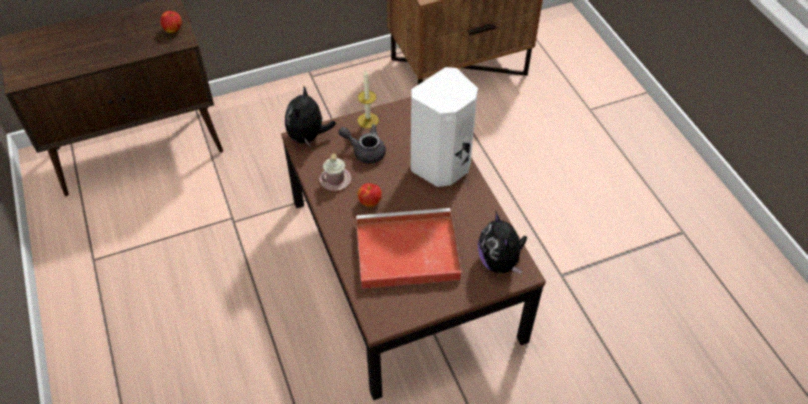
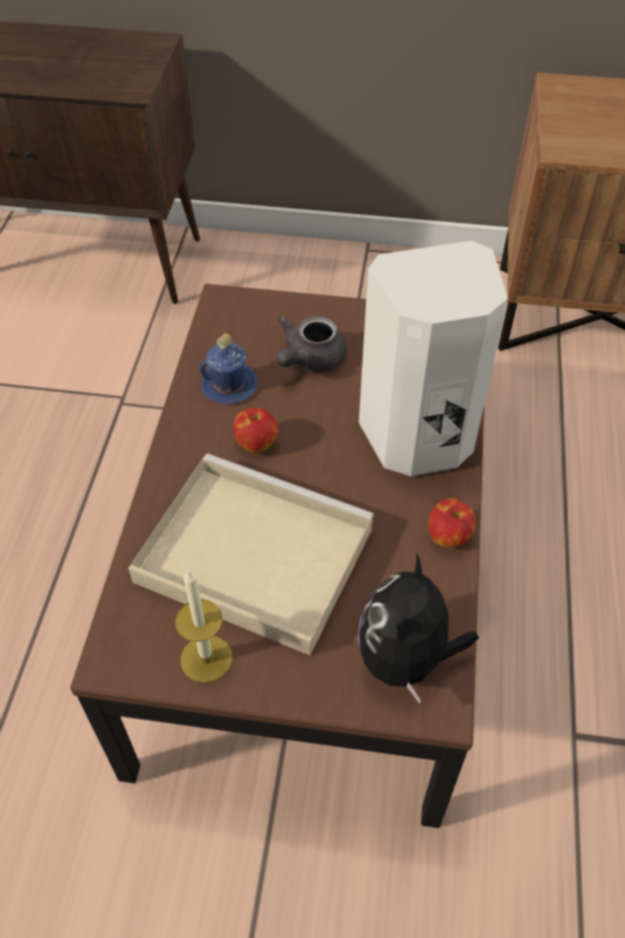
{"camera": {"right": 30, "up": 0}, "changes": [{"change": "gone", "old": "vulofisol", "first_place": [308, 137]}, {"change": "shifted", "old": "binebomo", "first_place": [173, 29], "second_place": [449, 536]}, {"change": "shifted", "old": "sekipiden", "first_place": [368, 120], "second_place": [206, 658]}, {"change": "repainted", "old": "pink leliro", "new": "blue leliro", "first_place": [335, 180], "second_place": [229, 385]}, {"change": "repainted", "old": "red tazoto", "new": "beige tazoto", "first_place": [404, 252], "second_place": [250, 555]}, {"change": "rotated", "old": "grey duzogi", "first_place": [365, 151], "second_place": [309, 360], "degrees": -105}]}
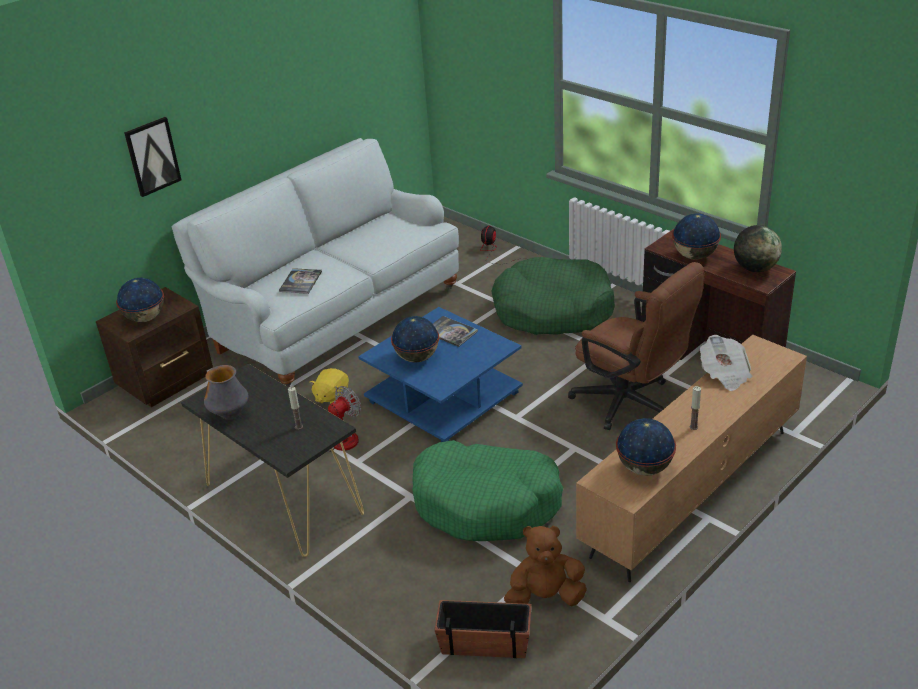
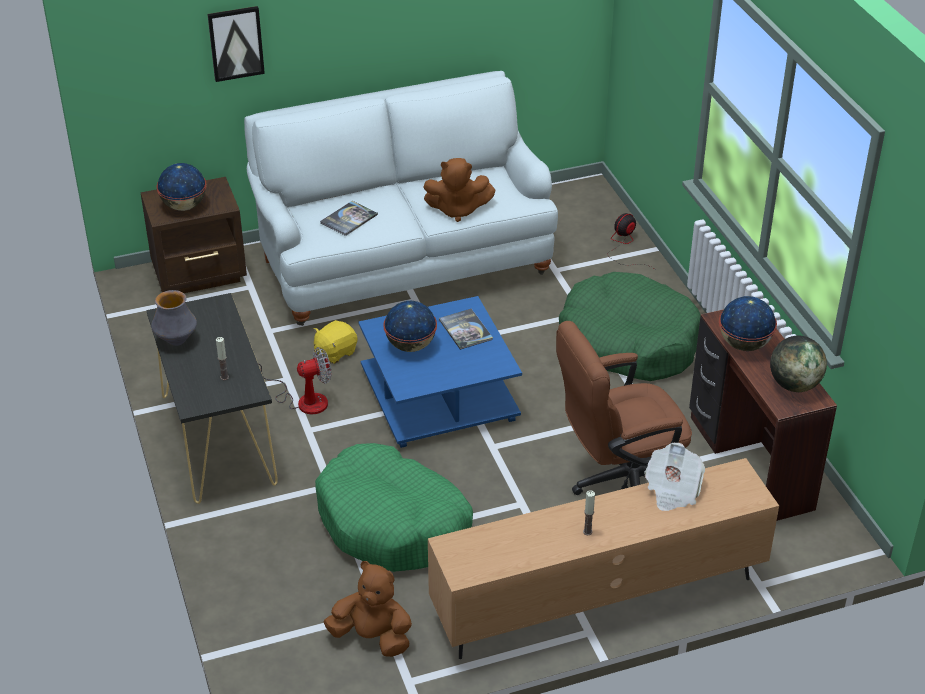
{"camera": {"right": 25, "up": 5}, "changes": [{"change": "gone", "old": "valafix", "first_place": [485, 642]}, {"change": "gone", "old": "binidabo", "first_place": [644, 467]}, {"change": "new", "new": "brown vulofisol", "second_place": [457, 210]}, {"change": "rotated", "old": "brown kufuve", "first_place": [631, 404], "second_place": [619, 481], "degrees": 90}]}
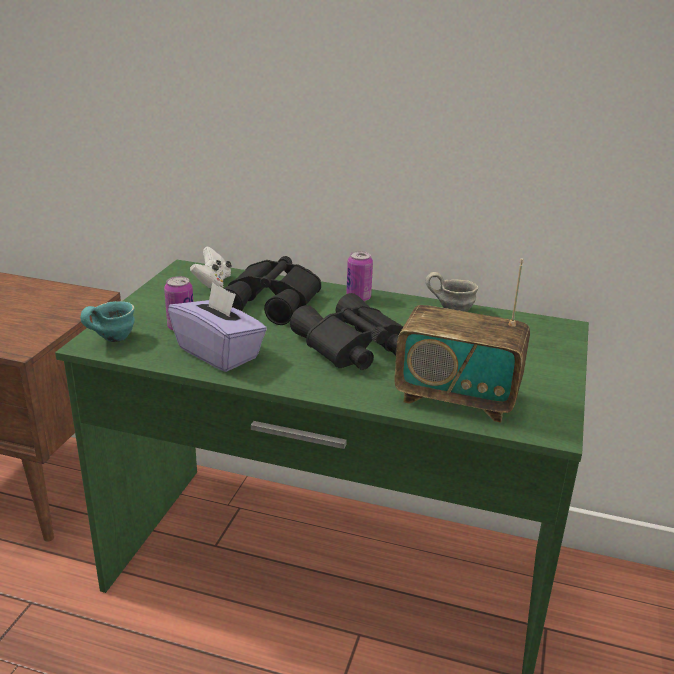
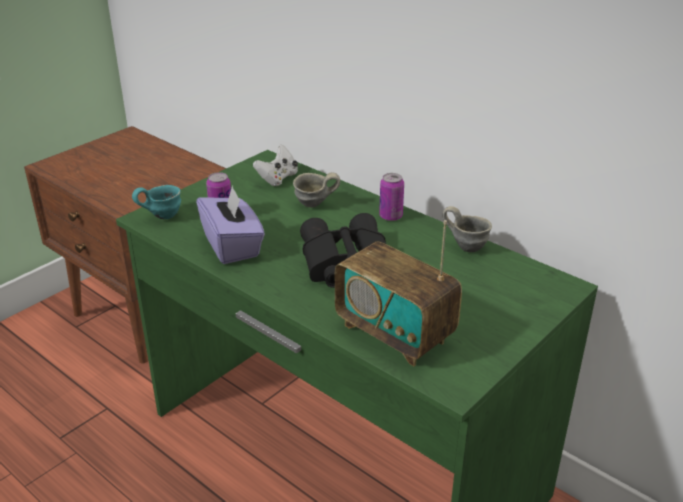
{"camera": {"right": 25, "up": 5}, "changes": [{"change": "swapped", "old": "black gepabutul", "new": "grey leliro", "first_place": [274, 301], "second_place": [314, 206]}]}
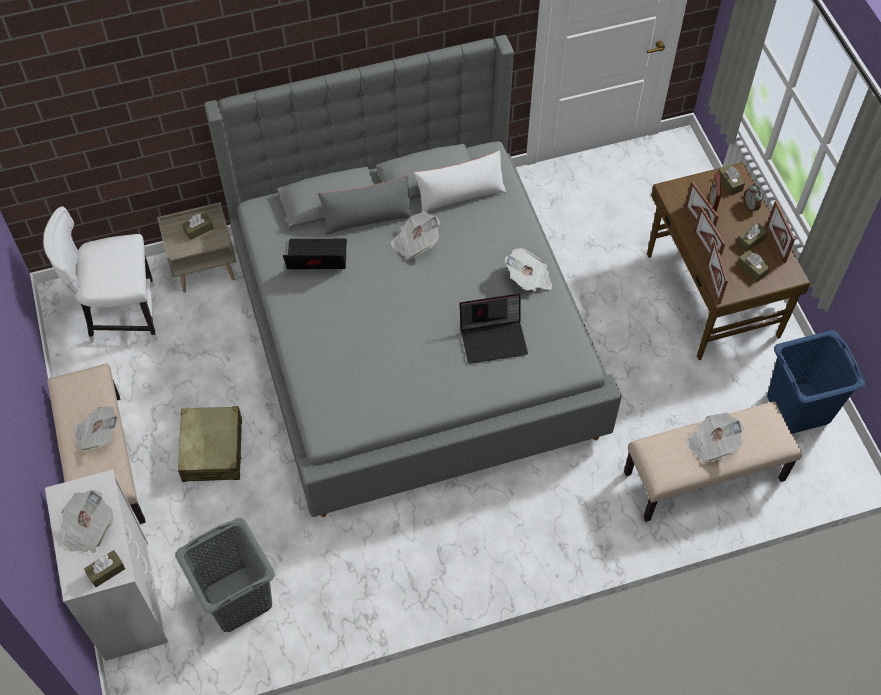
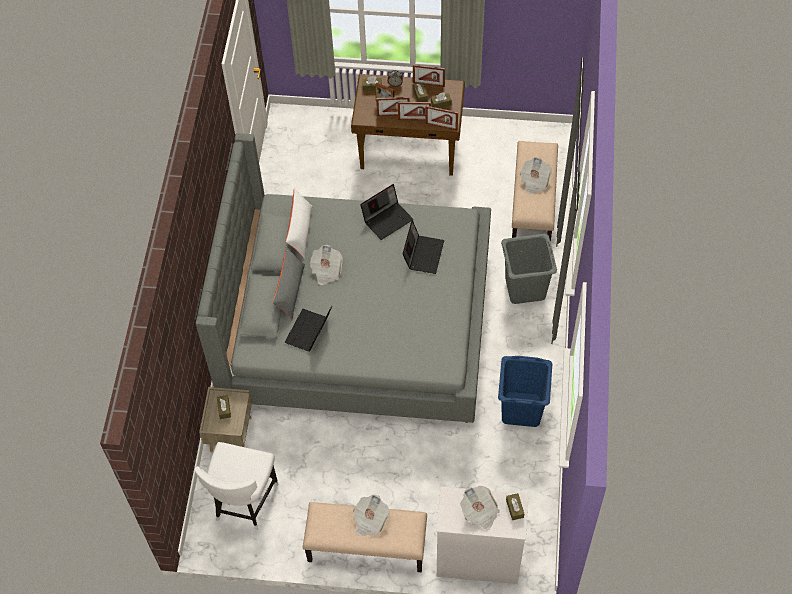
{"camera": {"right": -65, "up": 0}, "changes": [{"change": "gone", "old": "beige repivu", "first_place": [213, 450]}, {"change": "shifted", "old": "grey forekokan", "first_place": [237, 599], "second_place": [525, 288]}, {"change": "shifted", "old": "blue forekokan", "first_place": [799, 408], "second_place": [522, 409]}, {"change": "swapped", "old": "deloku", "new": "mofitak", "first_place": [529, 279], "second_place": [387, 219]}]}
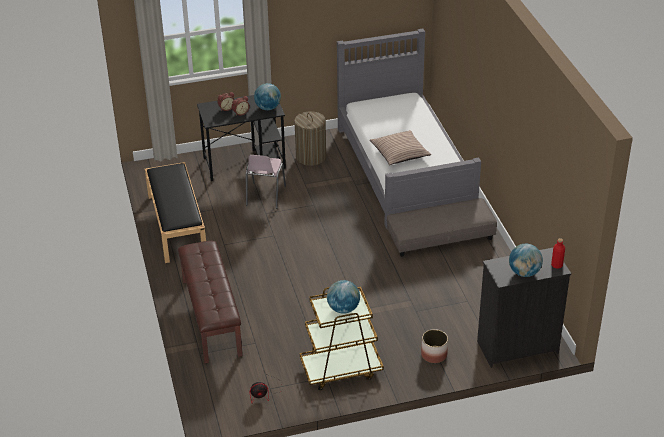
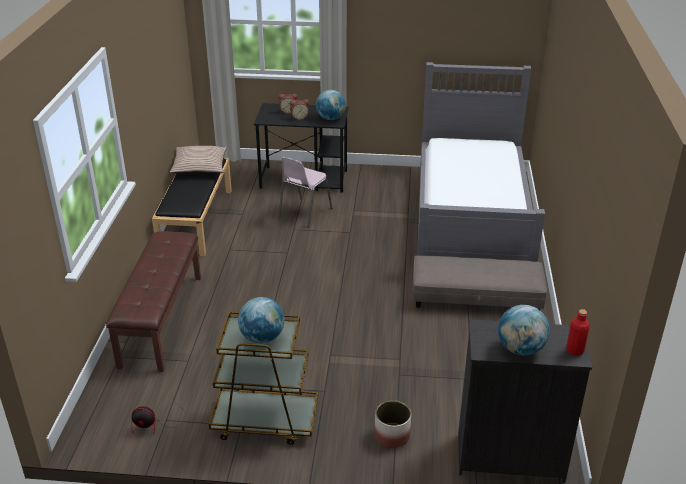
{"camera": {"right": 20, "up": -5}, "changes": [{"change": "gone", "old": "forekokan", "first_place": [311, 157]}, {"change": "shifted", "old": "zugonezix", "first_place": [400, 153], "second_place": [200, 167]}]}
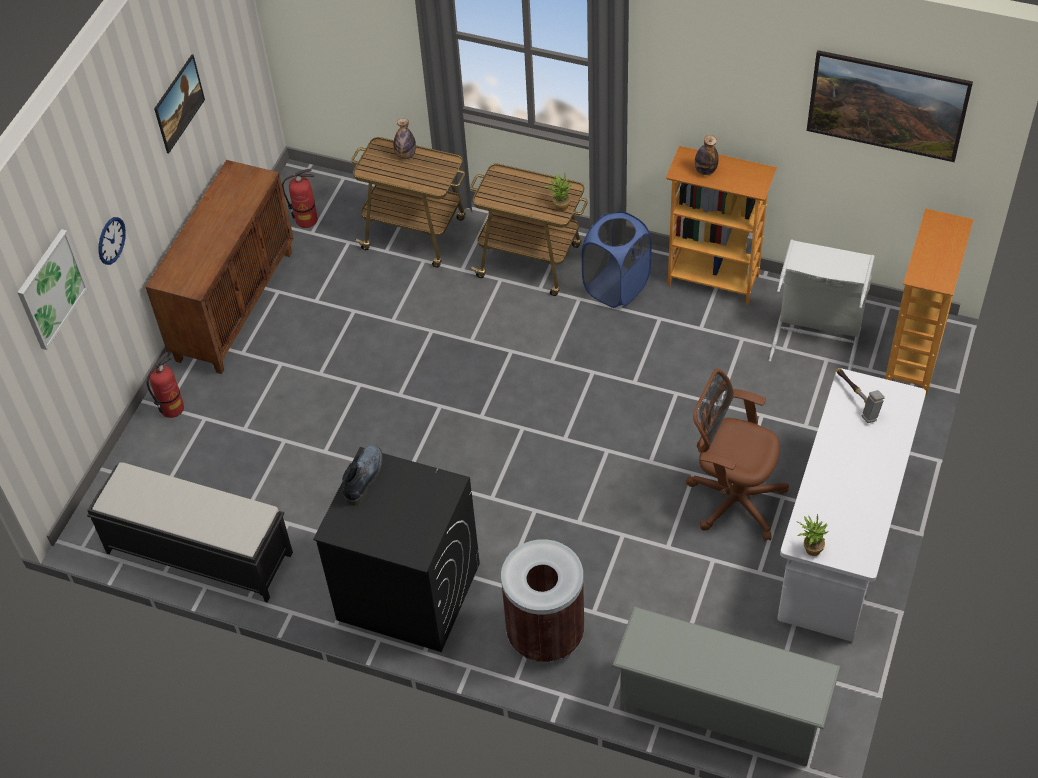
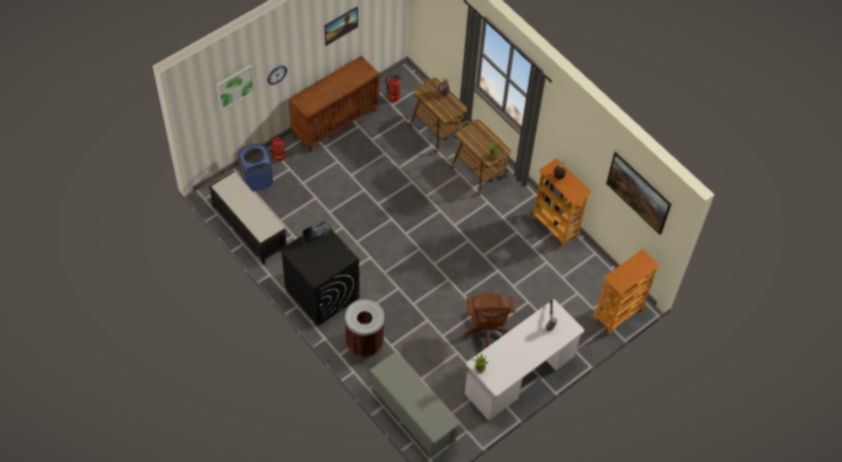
{"camera": {"right": 25, "up": 5}, "changes": [{"change": "gone", "old": "grey forekokan", "first_place": [816, 337]}, {"change": "shifted", "old": "blue forekokan", "first_place": [616, 286], "second_place": [256, 180]}, {"change": "rotated", "old": "brown kufuve", "first_place": [732, 498], "second_place": [486, 331], "degrees": -150}]}
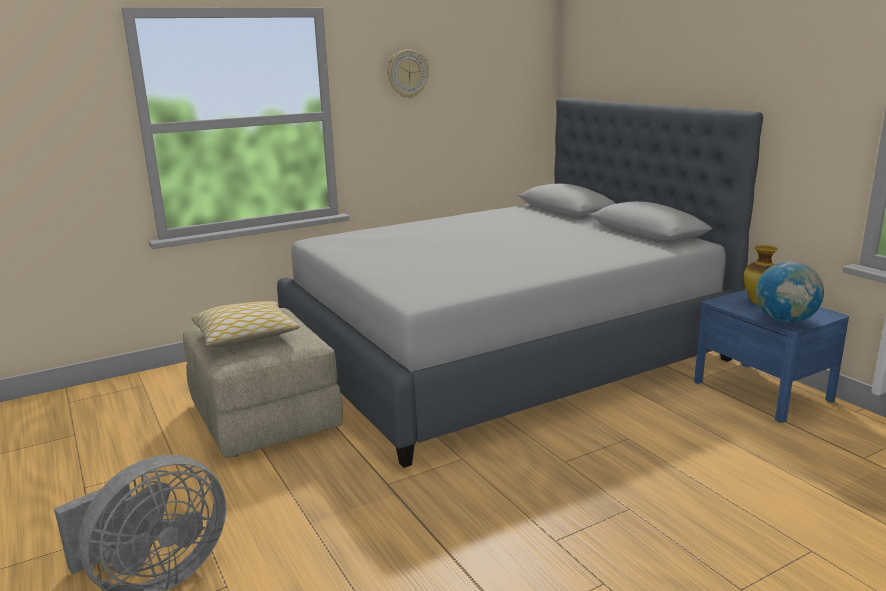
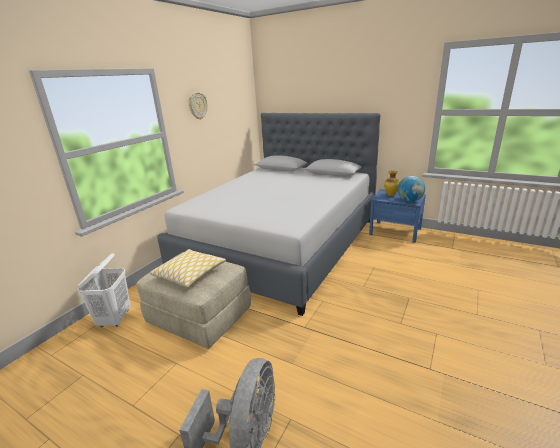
{"camera": {"right": -30, "up": 5}, "changes": [{"change": "new", "new": "white forekokan", "second_place": [115, 319]}]}
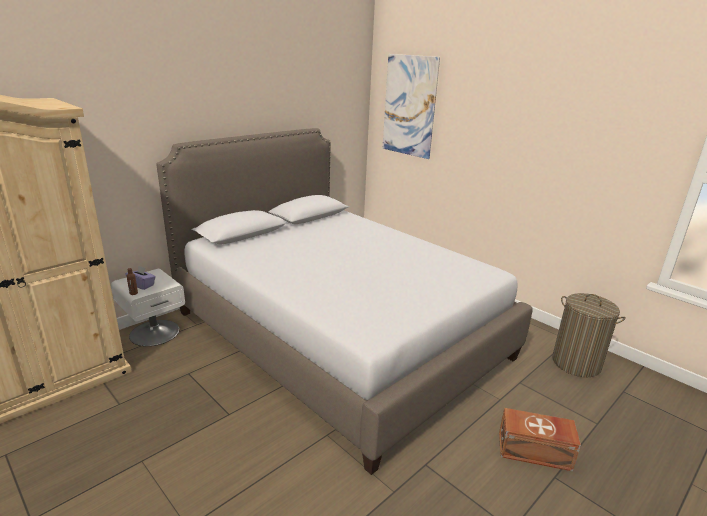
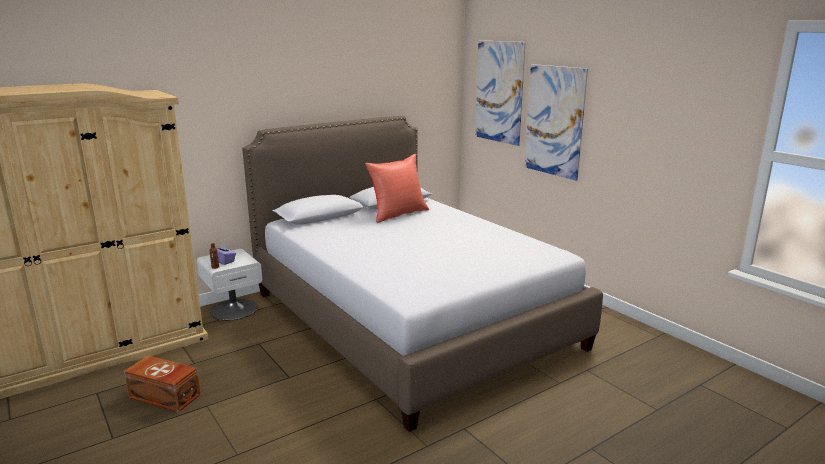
{"camera": {"right": 10, "up": -5}, "changes": [{"change": "gone", "old": "forekokan", "first_place": [576, 363]}, {"change": "new", "new": "red zugonezix", "second_place": [398, 214]}, {"change": "new", "new": "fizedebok", "second_place": [554, 121]}, {"change": "shifted", "old": "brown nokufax", "first_place": [535, 452], "second_place": [165, 397]}]}
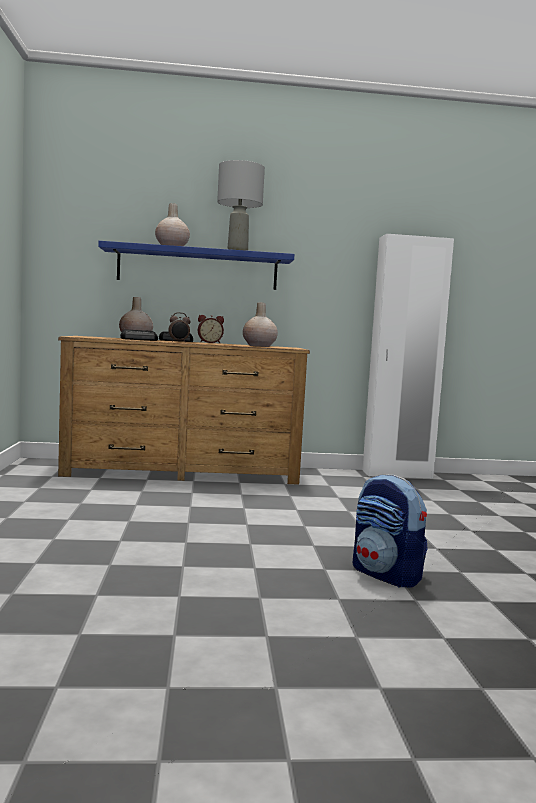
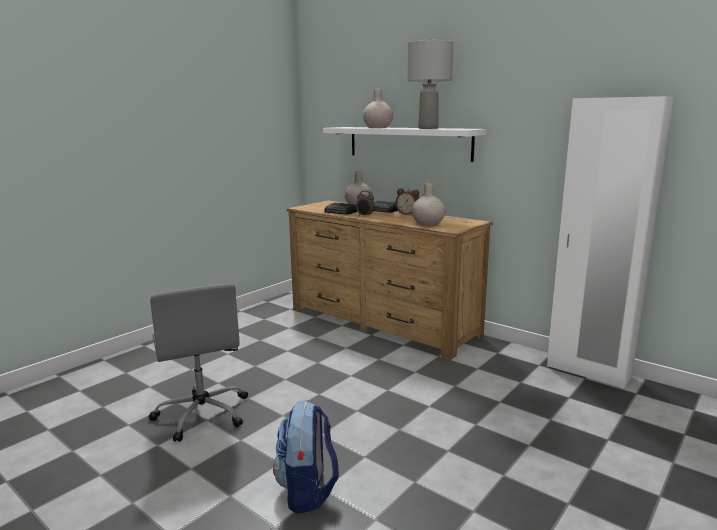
{"camera": {"right": 45, "up": 10}, "changes": [{"change": "new", "new": "grey kufuve", "second_place": [202, 413]}, {"change": "repainted", "old": "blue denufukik", "new": "white denufukik", "first_place": [198, 268], "second_place": [408, 143]}]}
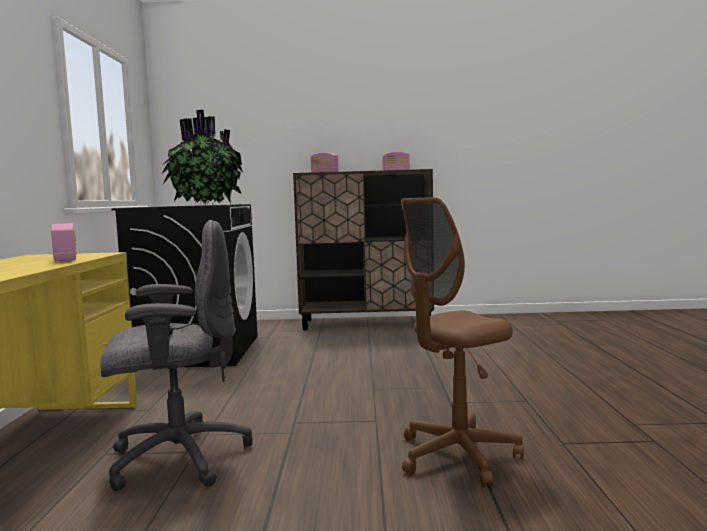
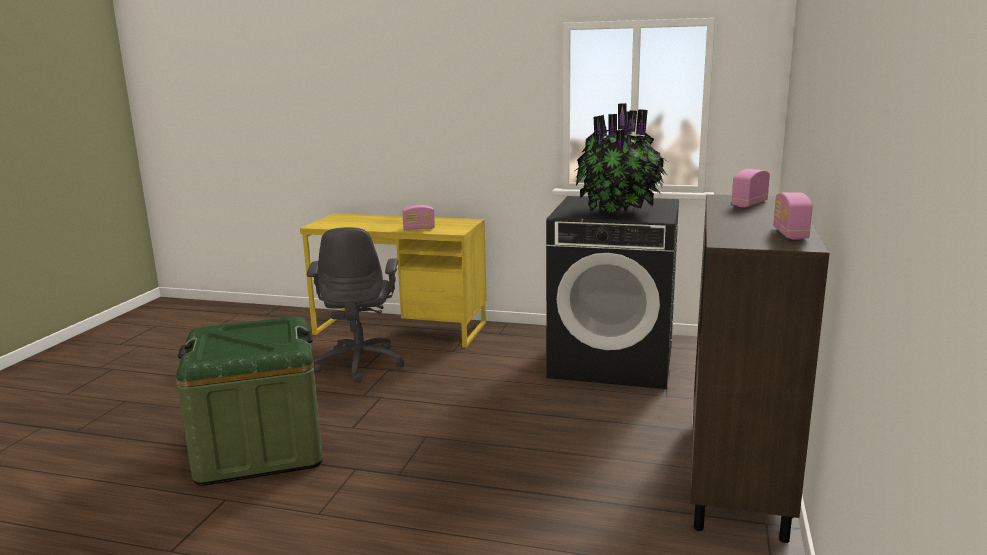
{"camera": {"right": 105, "up": 10}, "changes": [{"change": "swapped", "old": "brown kufuve", "new": "green nokufax", "first_place": [457, 456], "second_place": [260, 448]}]}
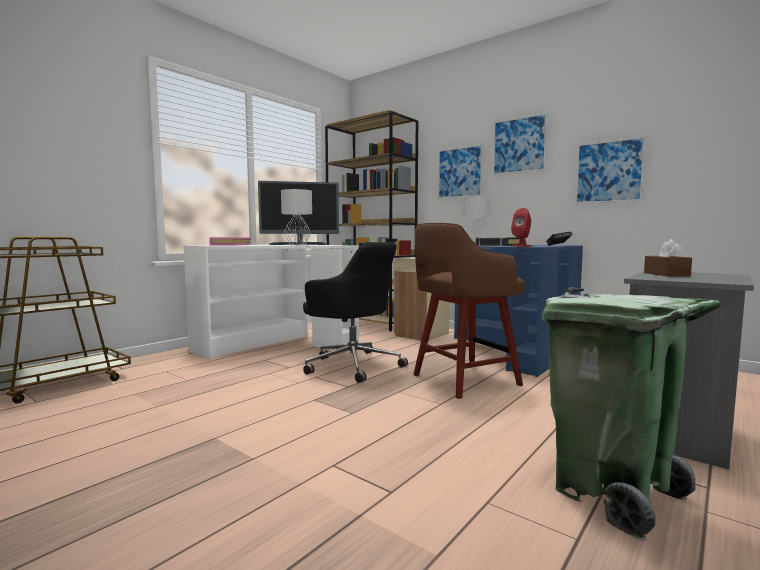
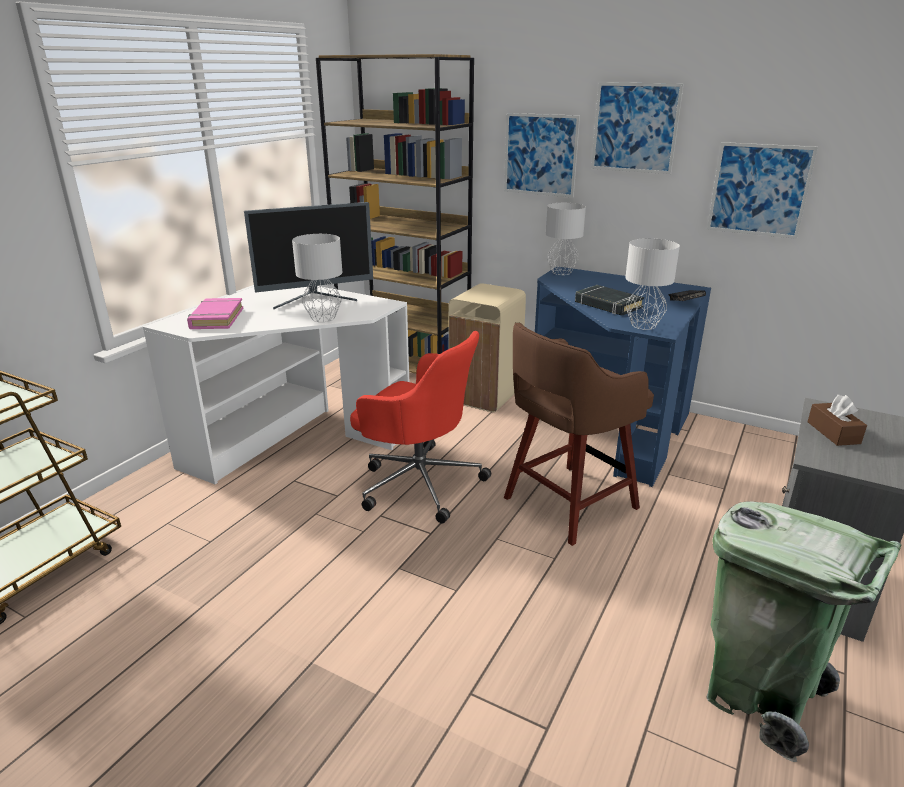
{"camera": {"right": -10, "up": 20}, "changes": [{"change": "swapped", "old": "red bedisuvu", "new": "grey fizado", "first_place": [521, 246], "second_place": [644, 325]}, {"change": "repainted", "old": "black kufuve", "new": "red kufuve", "first_place": [352, 365], "second_place": [419, 482]}]}
